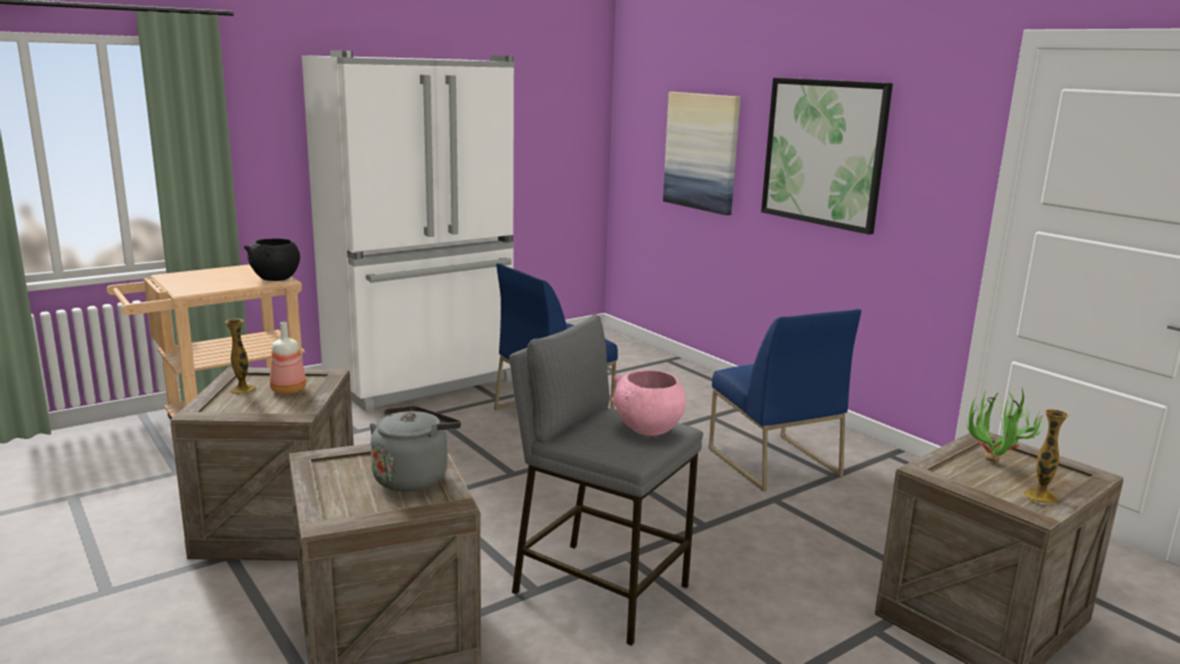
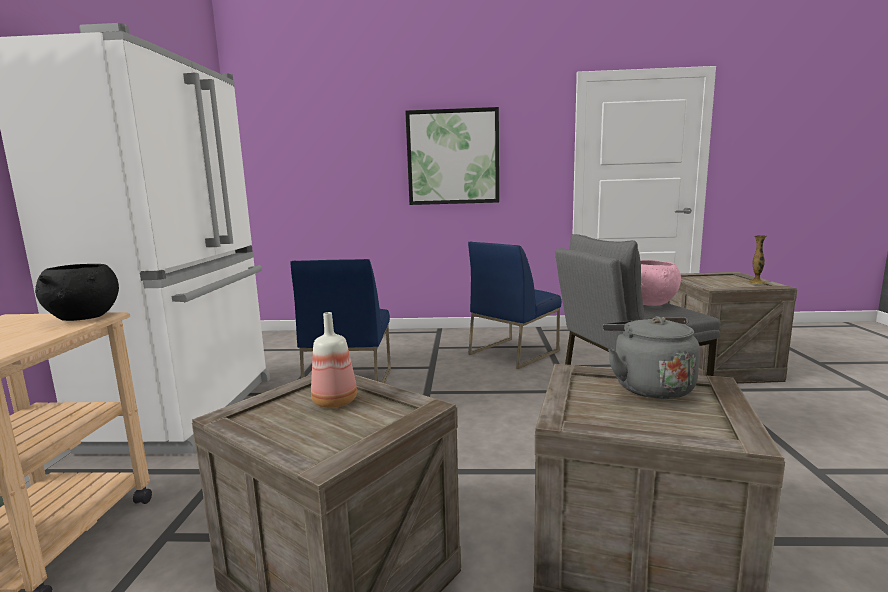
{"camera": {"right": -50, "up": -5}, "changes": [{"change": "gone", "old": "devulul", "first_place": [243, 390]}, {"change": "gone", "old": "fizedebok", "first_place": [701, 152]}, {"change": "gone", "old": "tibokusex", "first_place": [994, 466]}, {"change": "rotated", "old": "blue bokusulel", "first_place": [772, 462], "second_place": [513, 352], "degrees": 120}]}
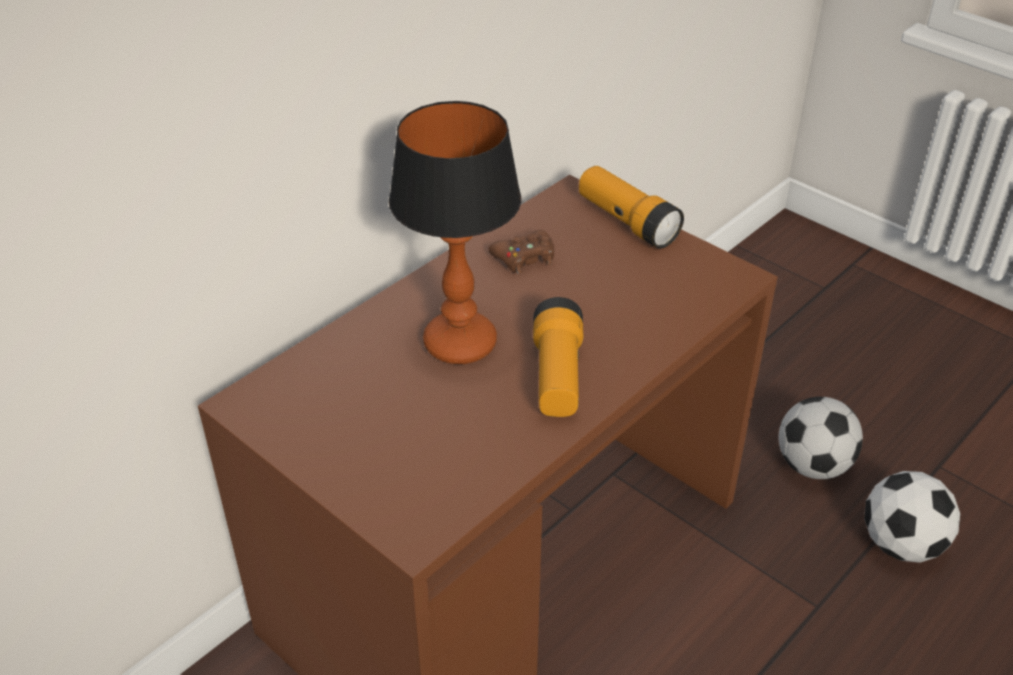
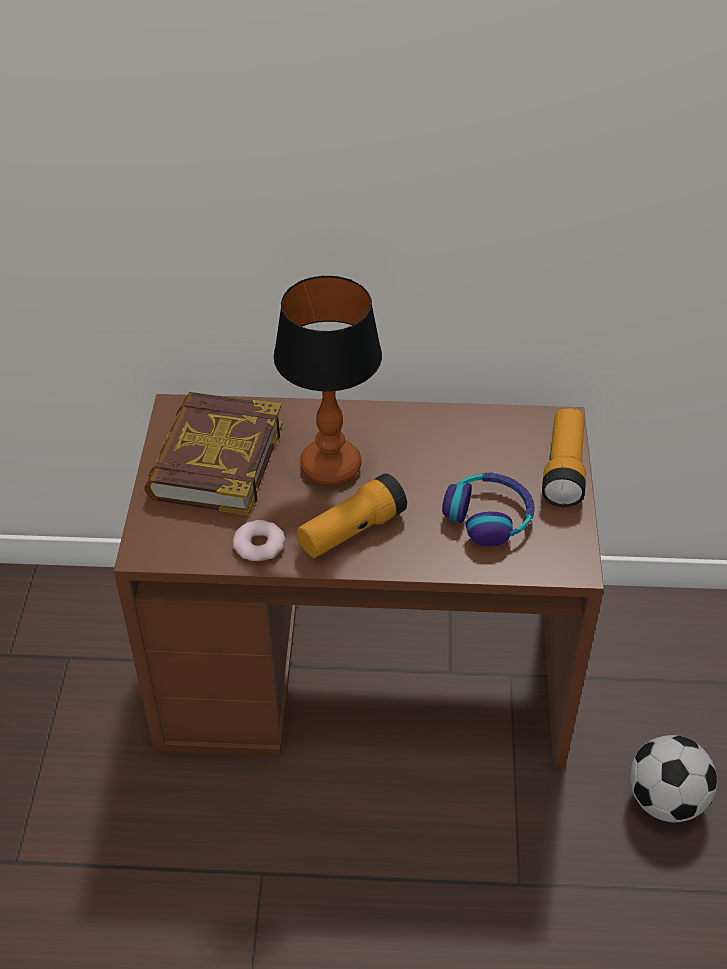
{"camera": {"right": 50, "up": 5}, "changes": [{"change": "gone", "old": "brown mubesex", "first_place": [524, 258]}, {"change": "gone", "old": "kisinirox", "first_place": [901, 544]}, {"change": "new", "new": "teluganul", "second_place": [215, 461]}, {"change": "new", "new": "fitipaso", "second_place": [259, 545]}, {"change": "new", "new": "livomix", "second_place": [489, 516]}]}
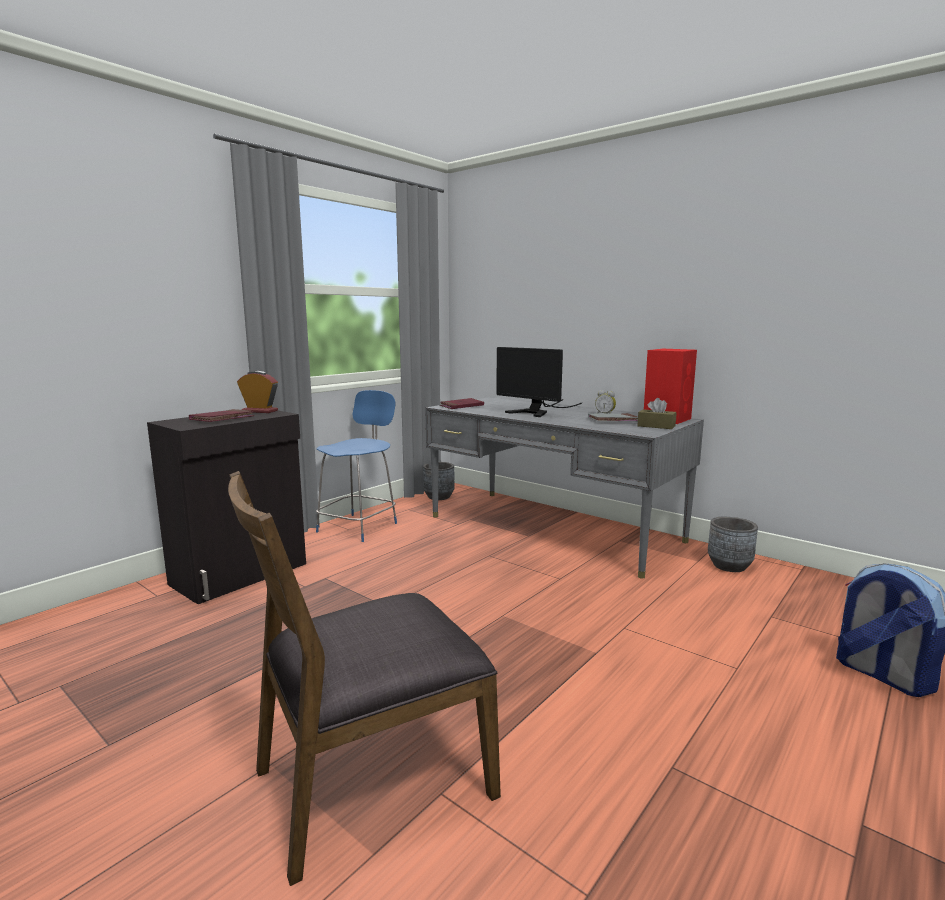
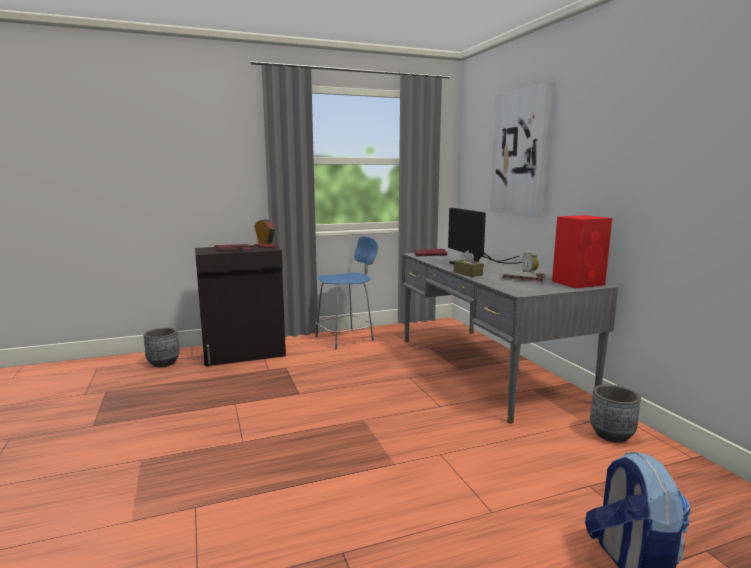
{"camera": {"right": 30, "up": 0}, "changes": [{"change": "gone", "old": "brown bokusulel", "first_place": [371, 780]}, {"change": "new", "new": "fizedebok", "second_place": [520, 153]}, {"change": "shifted", "old": "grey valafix", "first_place": [439, 497], "second_place": [163, 363]}, {"change": "shifted", "old": "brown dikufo", "first_place": [656, 426], "second_place": [467, 273]}]}
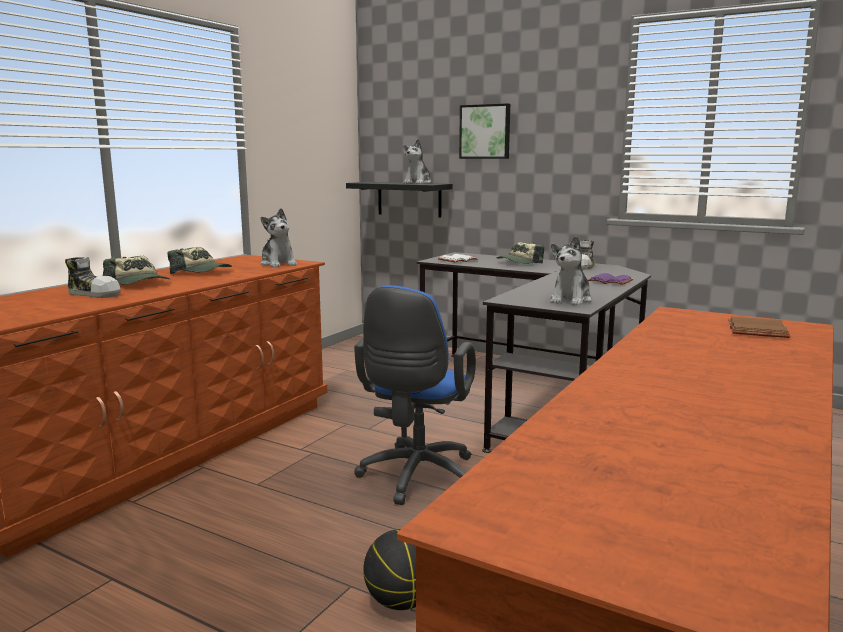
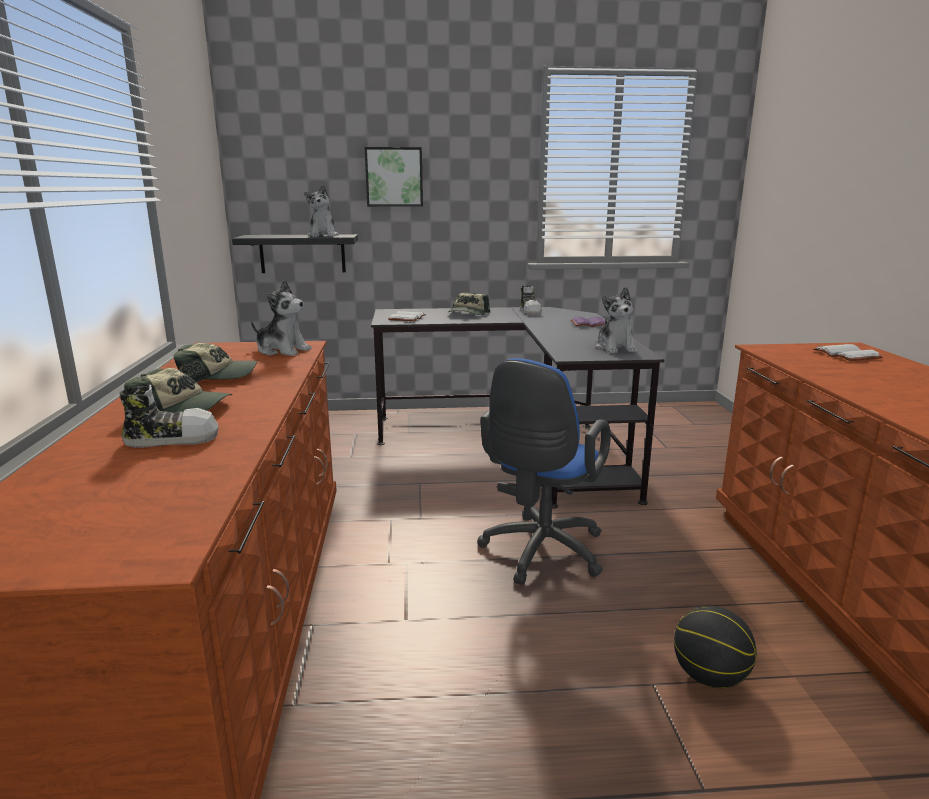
{"camera": {"right": -35, "up": 5}, "changes": [{"change": "repainted", "old": "brown teluganul", "new": "white teluganul", "first_place": [759, 331], "second_place": [848, 355]}, {"change": "rotated", "old": "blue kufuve", "first_place": [416, 478], "second_place": [540, 554], "degrees": 45}]}
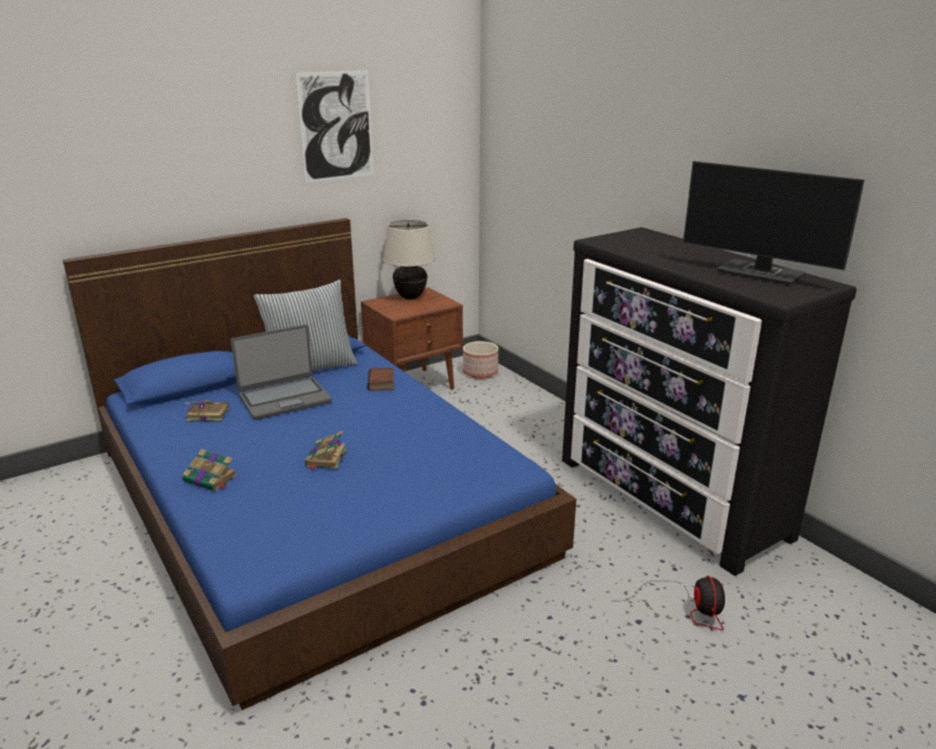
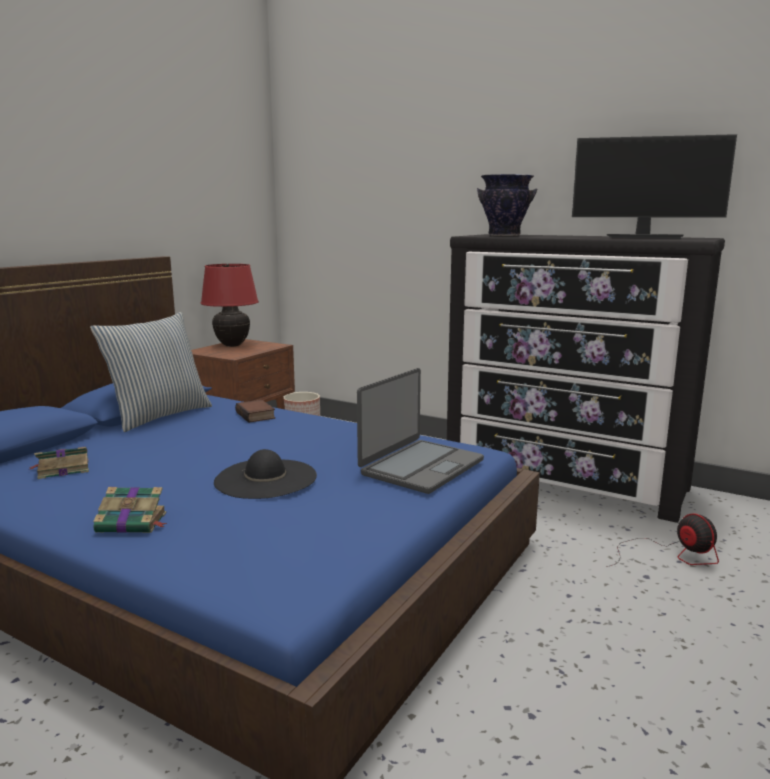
{"camera": {"right": -25, "up": -10}, "changes": [{"change": "gone", "old": "fizedebok", "first_place": [336, 126]}, {"change": "new", "new": "devulul", "second_place": [504, 235]}, {"change": "shifted", "old": "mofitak", "first_place": [284, 399], "second_place": [421, 467]}, {"change": "swapped", "old": "teluganul", "new": "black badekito", "first_place": [326, 458], "second_place": [266, 478]}, {"change": "repainted", "old": "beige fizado", "new": "red fizado", "first_place": [410, 297], "second_place": [232, 345]}]}
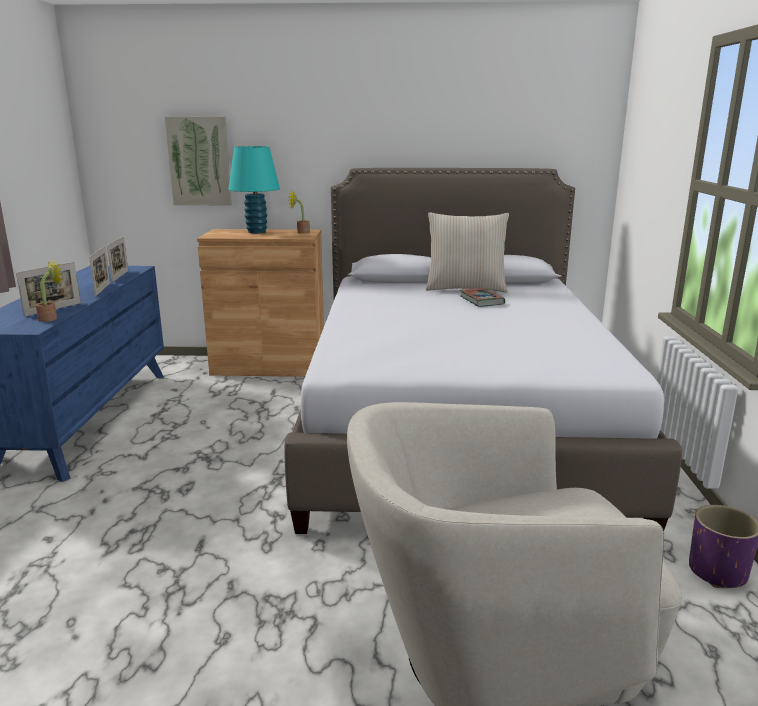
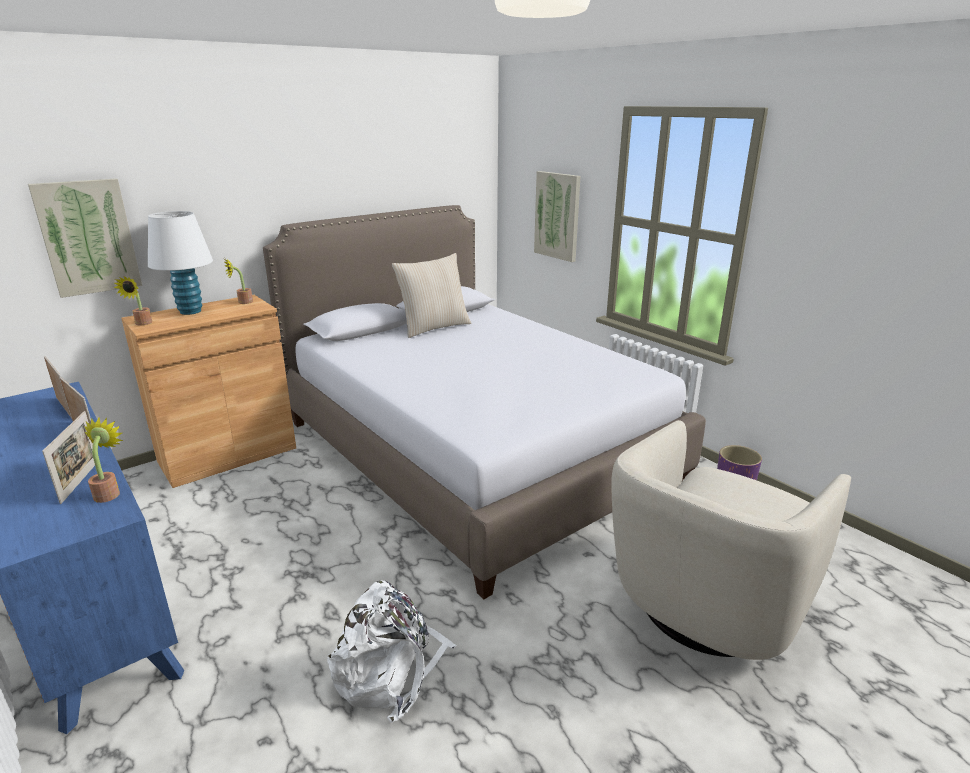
{"camera": {"right": -40, "up": 5}, "changes": [{"change": "gone", "old": "teluganul", "first_place": [481, 300]}, {"change": "new", "new": "tibokusex", "second_place": [142, 324]}, {"change": "new", "new": "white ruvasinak", "second_place": [390, 670]}, {"change": "new", "new": "fizedebok", "second_place": [557, 216]}, {"change": "repainted", "old": "turquoise fizado", "new": "white fizado", "first_place": [257, 232], "second_place": [190, 311]}]}
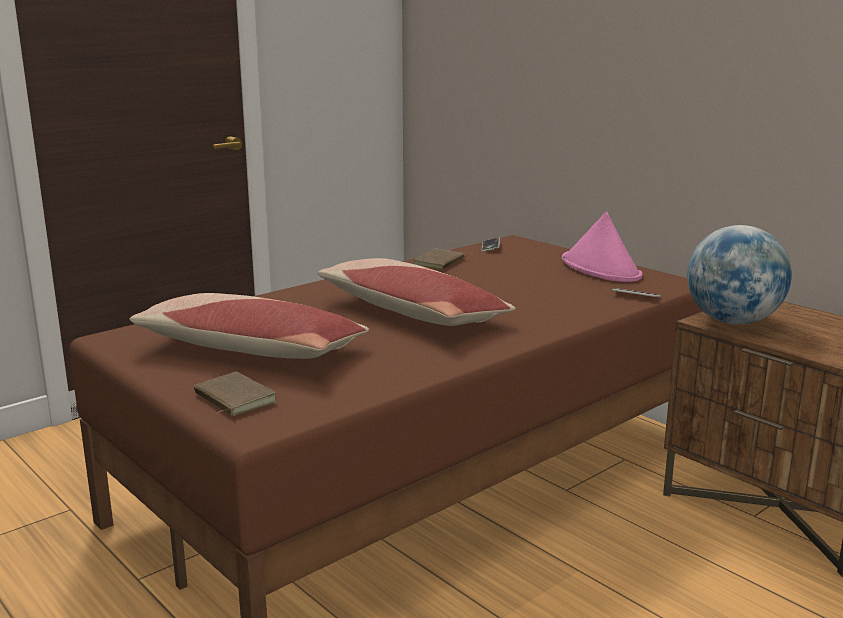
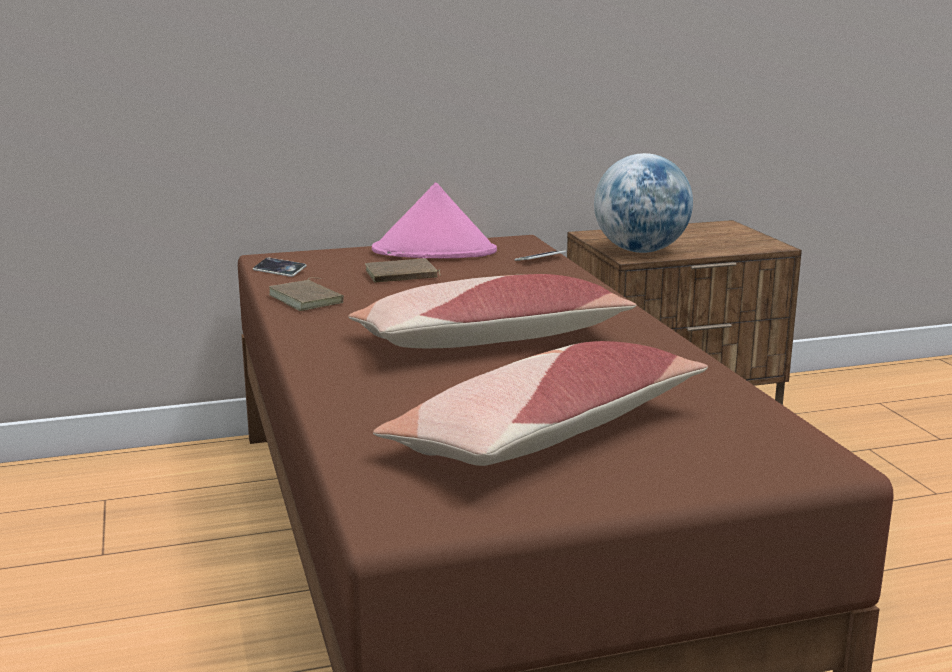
{"camera": {"right": -65, "up": 0}, "changes": [{"change": "shifted", "old": "brown teluganul", "first_place": [232, 399], "second_place": [401, 276]}]}
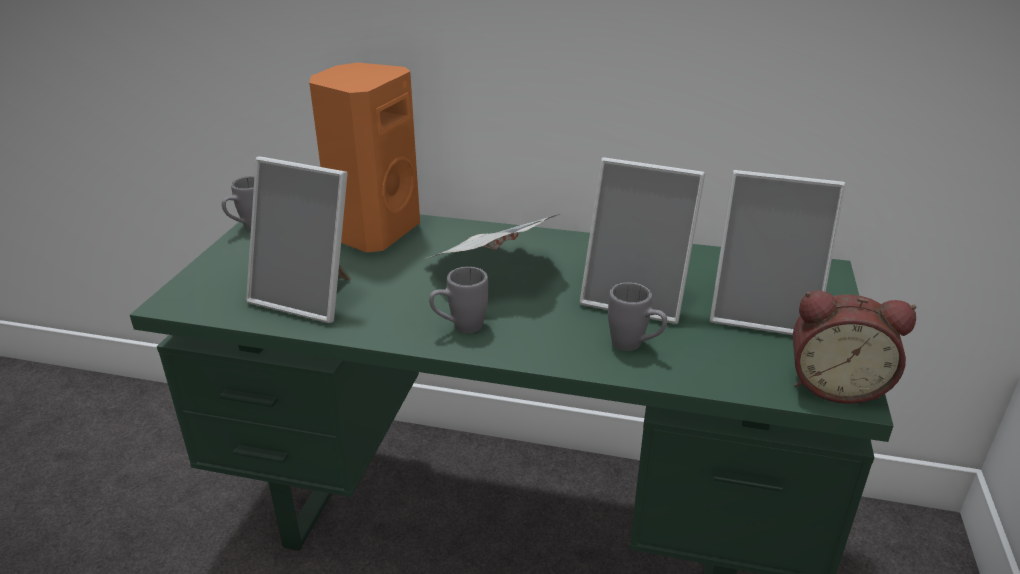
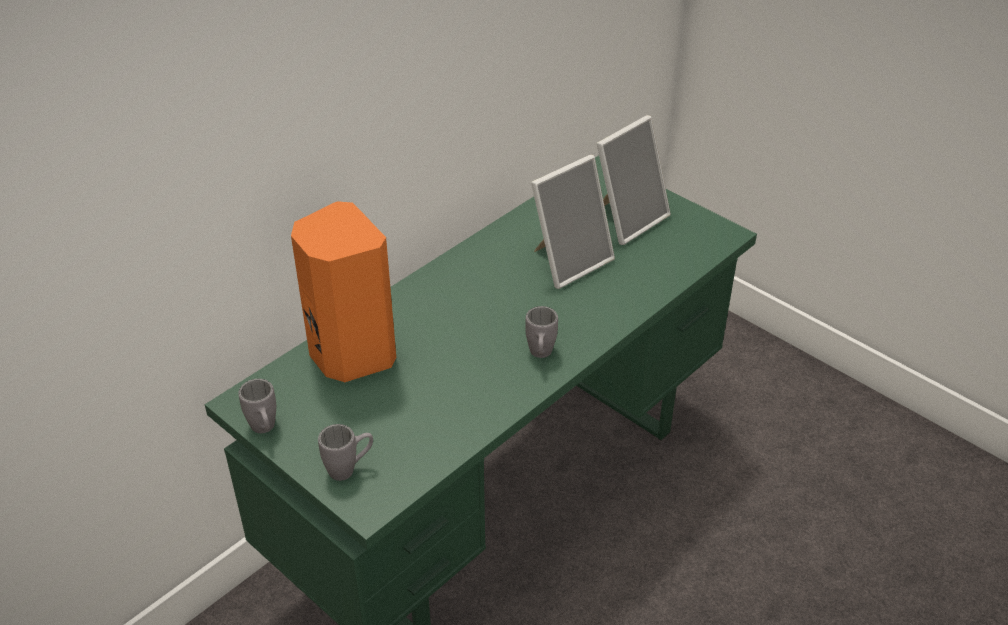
{"camera": {"right": -60, "up": 10}, "changes": [{"change": "gone", "old": "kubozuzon", "first_place": [309, 296]}, {"change": "gone", "old": "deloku", "first_place": [491, 269]}, {"change": "gone", "old": "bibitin", "first_place": [835, 385]}, {"change": "shifted", "old": "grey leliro", "first_place": [635, 346], "second_place": [349, 469]}]}
